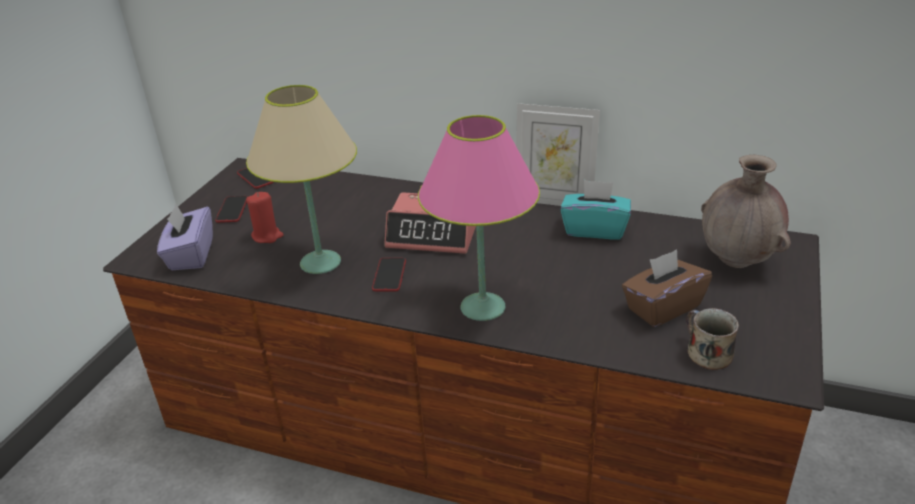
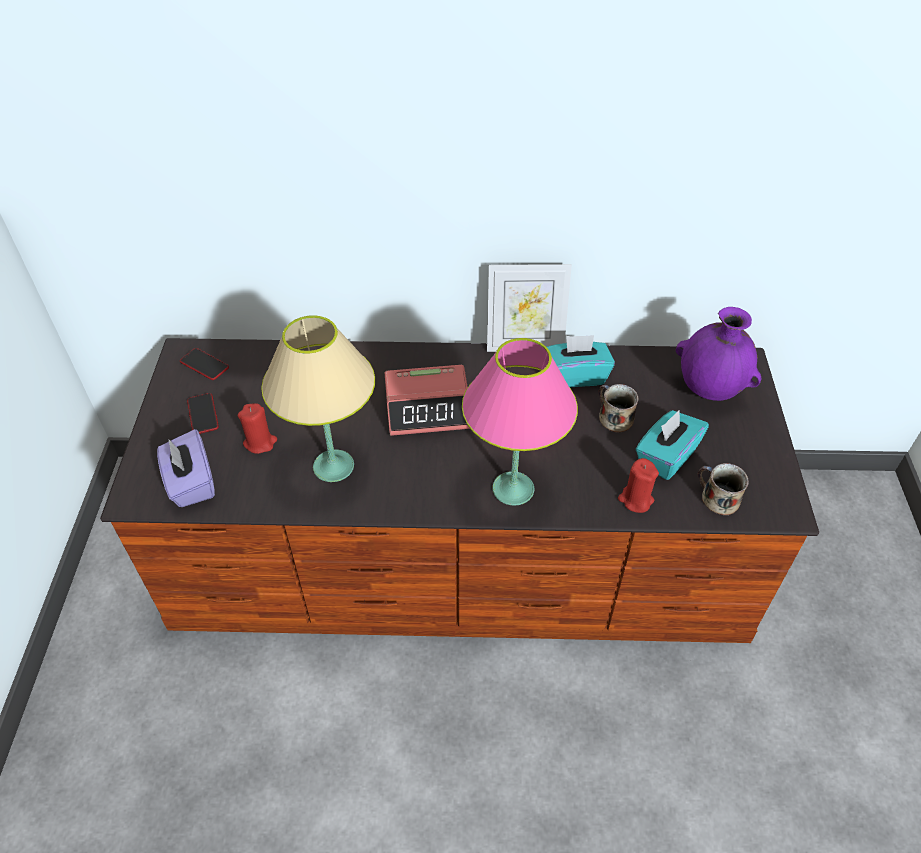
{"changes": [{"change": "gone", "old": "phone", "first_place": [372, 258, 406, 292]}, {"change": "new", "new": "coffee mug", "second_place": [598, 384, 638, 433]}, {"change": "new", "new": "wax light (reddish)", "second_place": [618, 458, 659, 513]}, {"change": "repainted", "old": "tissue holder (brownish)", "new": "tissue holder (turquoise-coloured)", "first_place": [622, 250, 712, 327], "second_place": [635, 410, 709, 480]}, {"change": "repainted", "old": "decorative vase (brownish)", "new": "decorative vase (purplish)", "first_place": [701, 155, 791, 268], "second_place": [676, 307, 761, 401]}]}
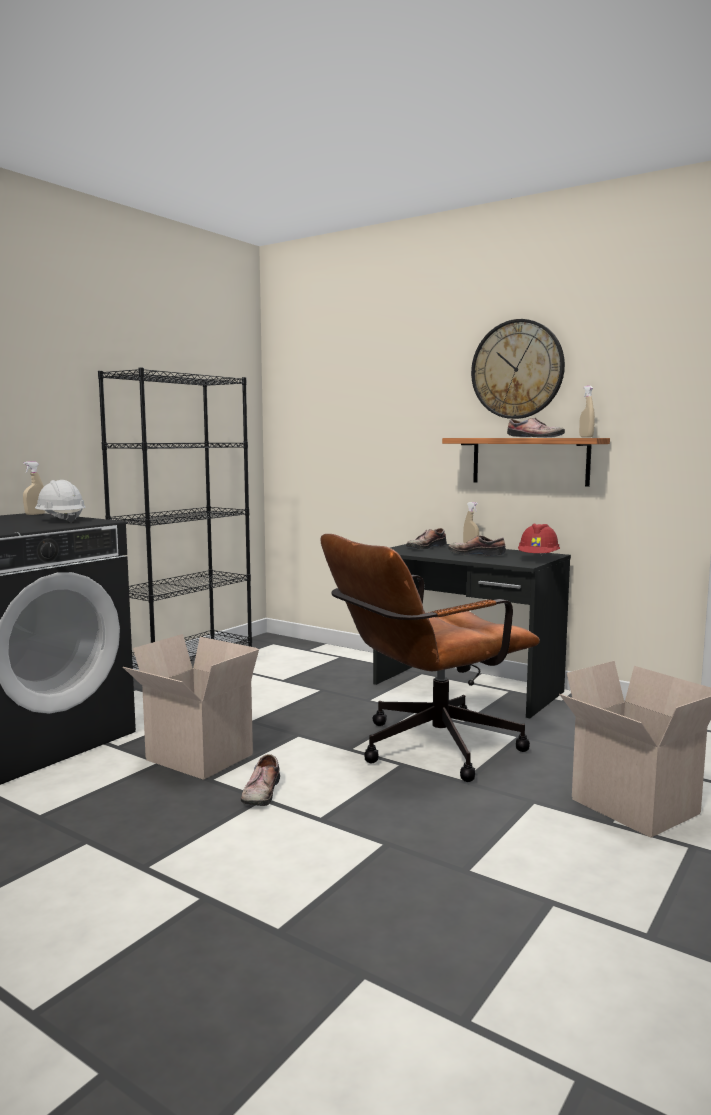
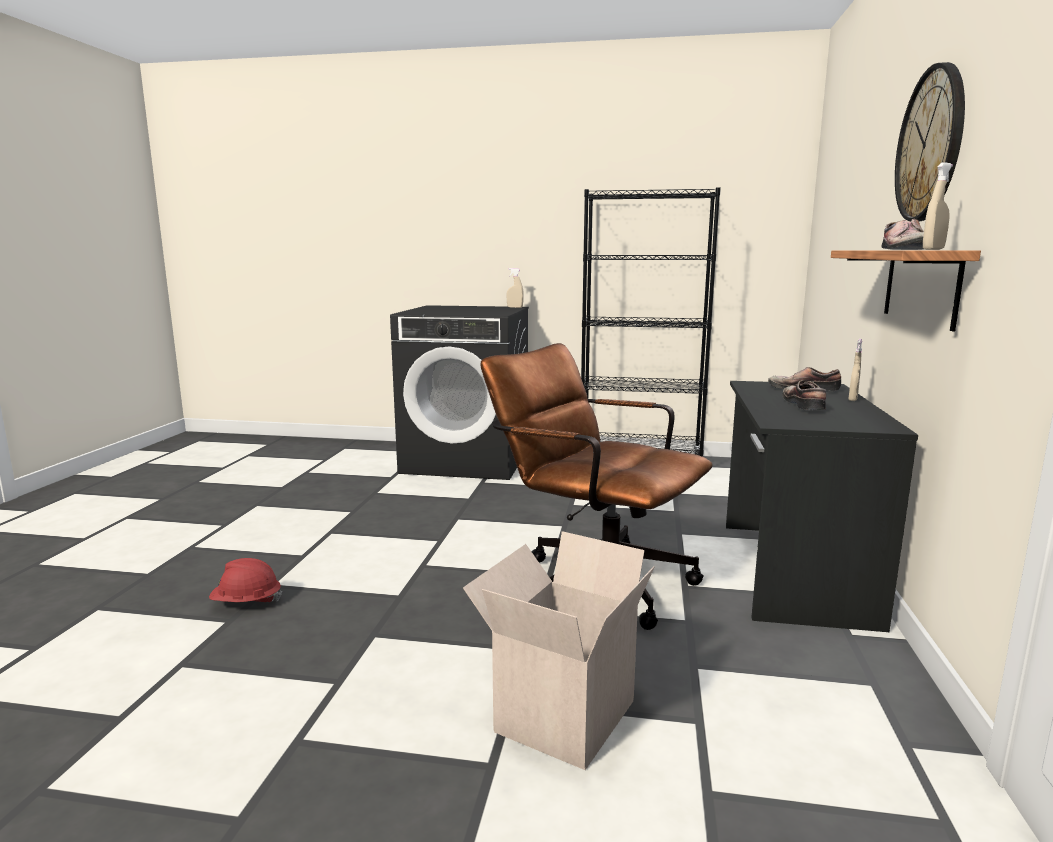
{"changes": [{"change": "gone", "old": "work helmet (whitish)", "first_place": [35, 480, 86, 523]}, {"change": "gone", "old": "cardboard box", "first_place": [123, 634, 259, 780]}, {"change": "gone", "old": "low shoe", "first_place": [241, 754, 280, 806]}, {"change": "shifted", "old": "work helmet (reddish)", "first_place": [518, 523, 560, 556], "second_place": [209, 558, 282, 602]}]}
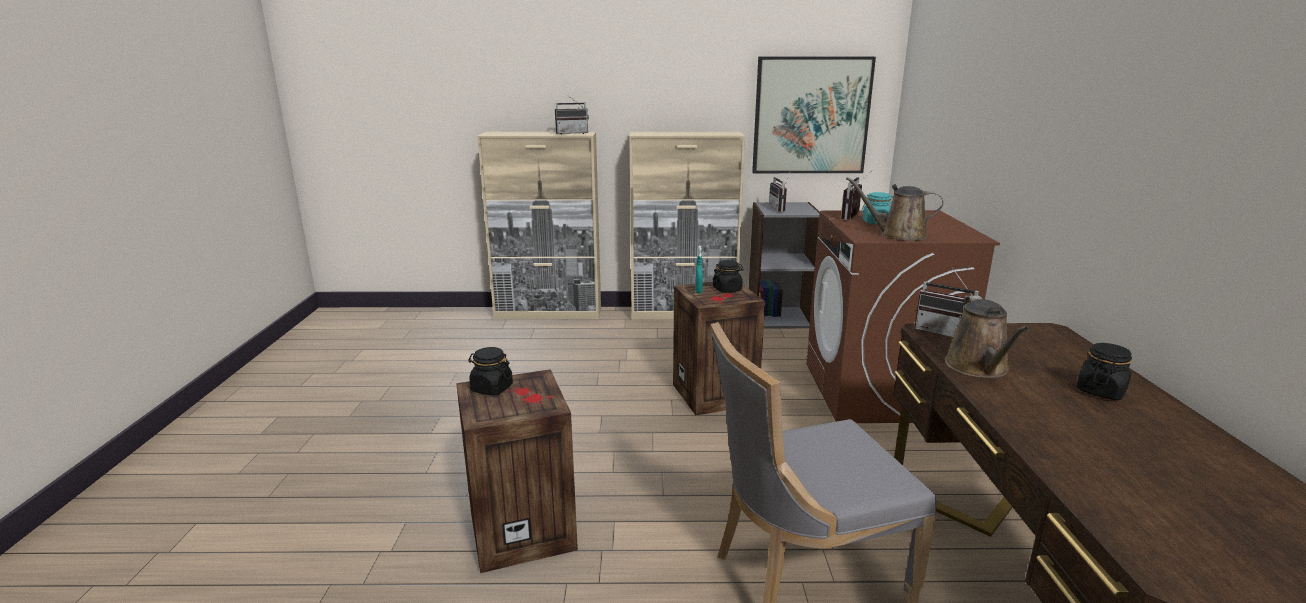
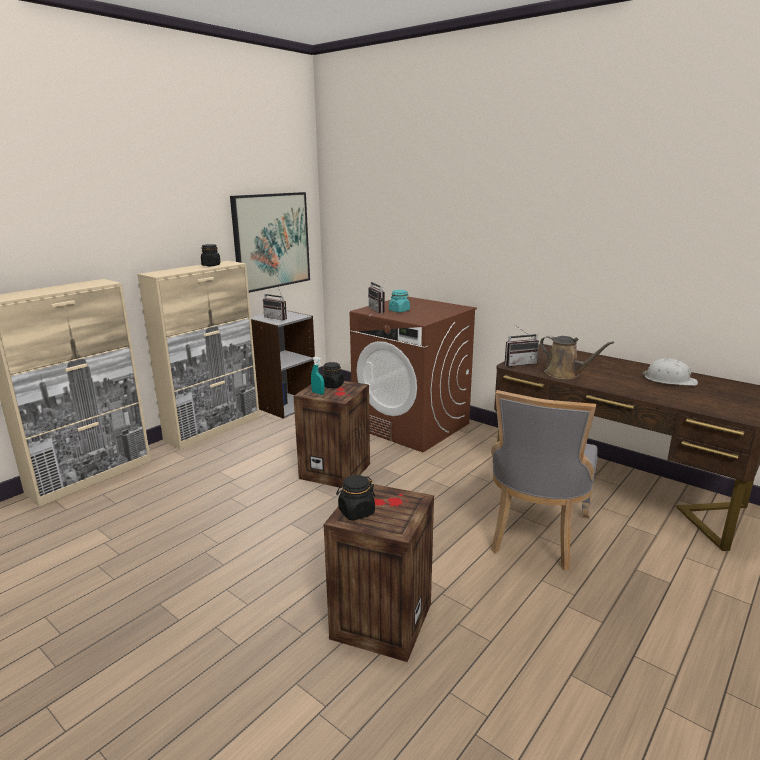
{"changes": [{"change": "gone", "old": "radio set", "first_place": [555, 94, 589, 135]}, {"change": "gone", "old": "watering can (brownish)", "first_place": [846, 177, 944, 241]}, {"change": "new", "new": "work helmet (whitish)", "second_place": [642, 358, 698, 386]}, {"change": "shifted", "old": "storage jar (blackish)", "first_place": [1076, 343, 1132, 400], "second_place": [201, 244, 221, 266]}]}
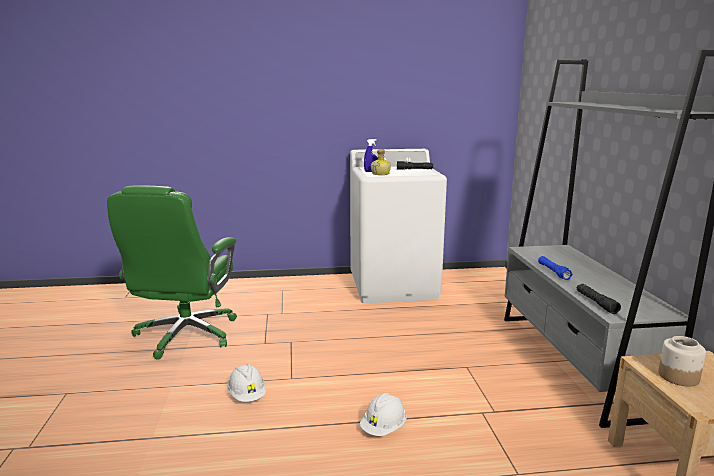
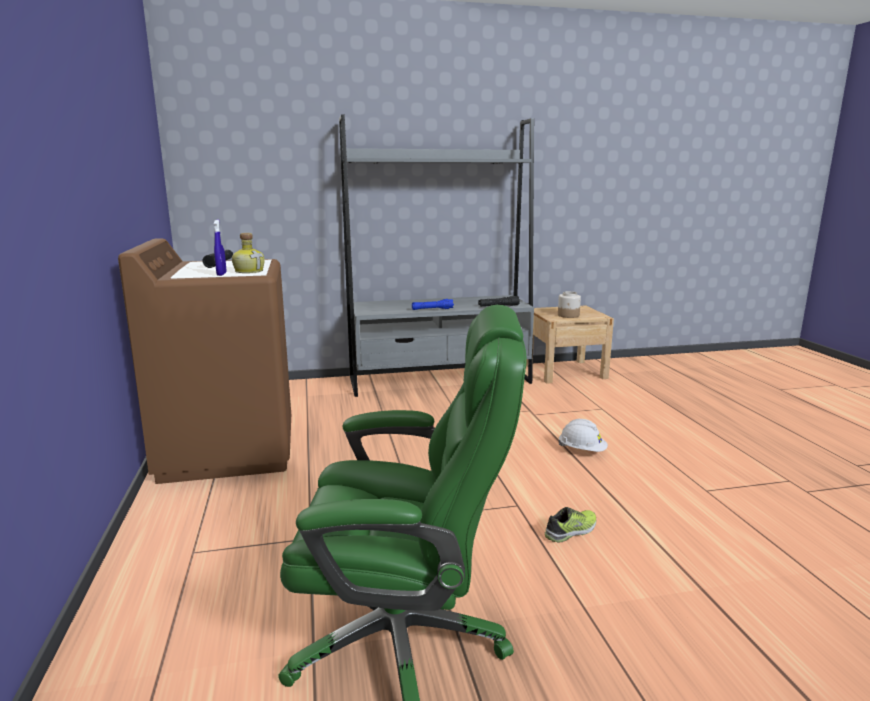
{"changes": [{"change": "swapped", "old": "work helmet (whitish)", "new": "low shoe", "first_place": [227, 364, 266, 402], "second_place": [545, 507, 597, 543]}, {"change": "repainted", "old": "laundry machine (whitish)", "new": "laundry machine (brownish)", "first_place": [350, 149, 447, 303], "second_place": [118, 238, 291, 484]}]}
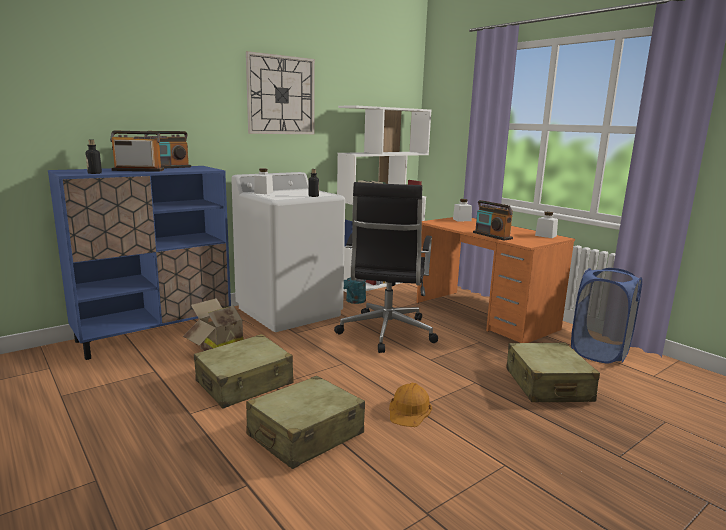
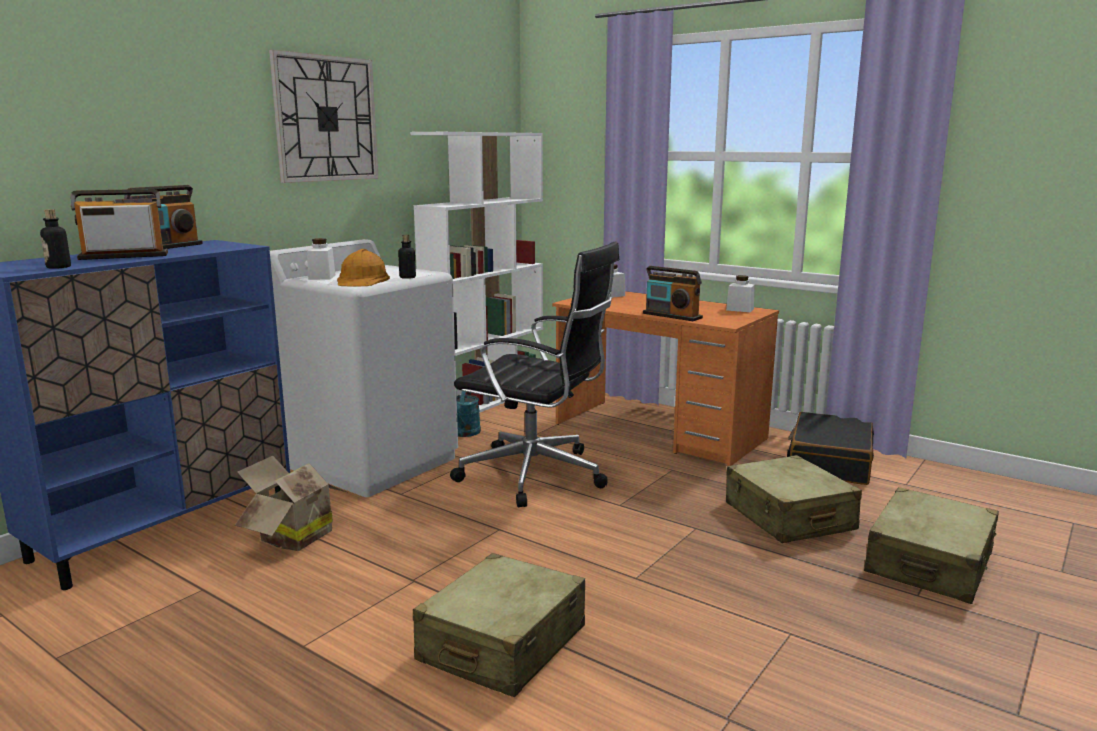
{"changes": [{"change": "shifted", "old": "travel case (sand-coloured)", "first_place": [194, 334, 294, 408], "second_place": [864, 487, 999, 604]}, {"change": "shifted", "old": "work helmet (orange-coloured)", "first_place": [389, 382, 432, 427], "second_place": [337, 249, 390, 287]}, {"change": "swapped", "old": "washing basket (bluish)", "new": "travel case (blackish)", "first_place": [571, 268, 642, 364], "second_place": [787, 412, 874, 485]}, {"change": "rotated", "old": "computer chair (blackish)", "first_place": [334, 182, 438, 353], "second_place": [450, 241, 619, 507], "degrees": -60}]}
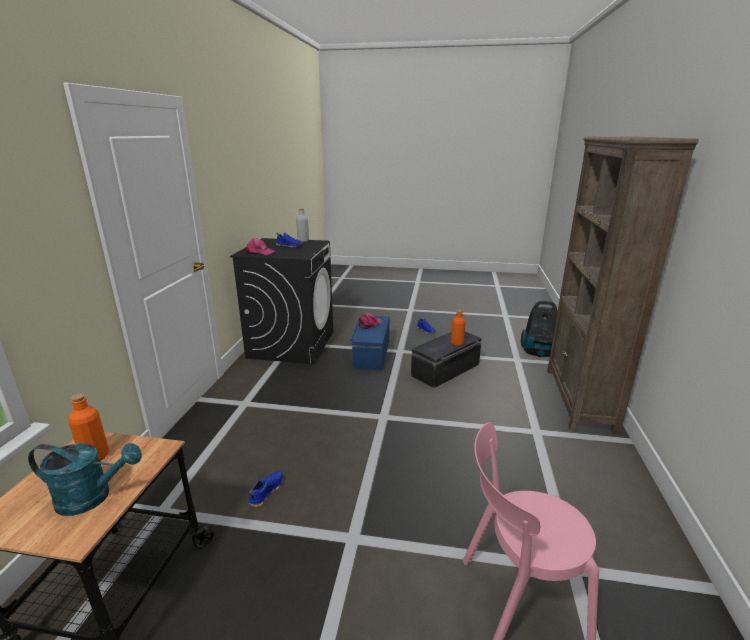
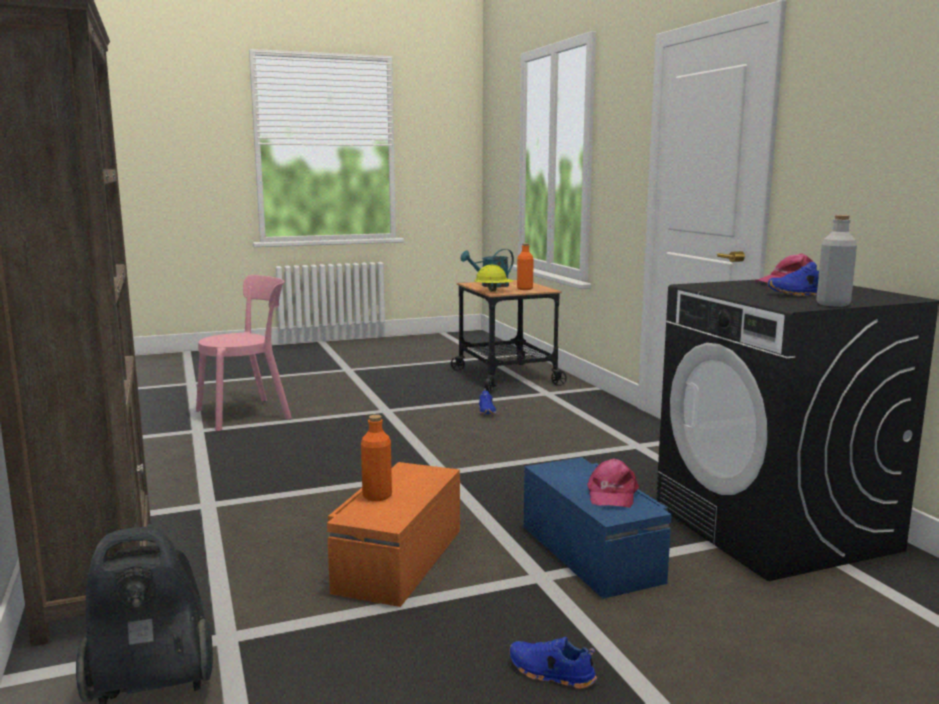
{"changes": [{"change": "new", "new": "work helmet (yellow)", "second_place": [474, 265, 514, 292]}, {"change": "repainted", "old": "storage box (blackish)", "new": "storage box (orange-coloured)", "first_place": [411, 332, 482, 388], "second_place": [327, 462, 460, 607]}]}
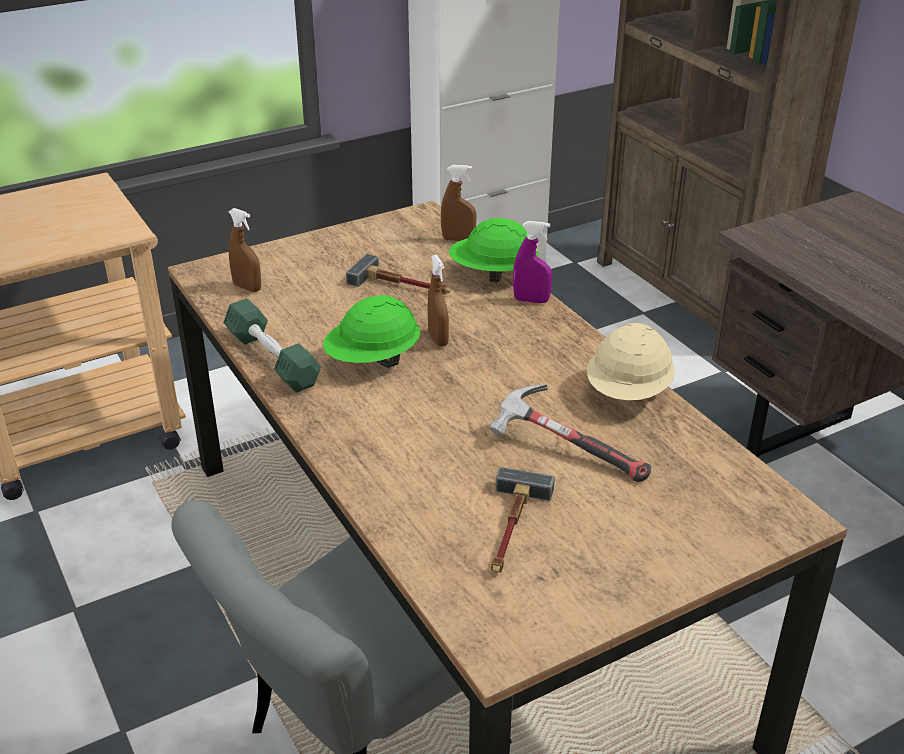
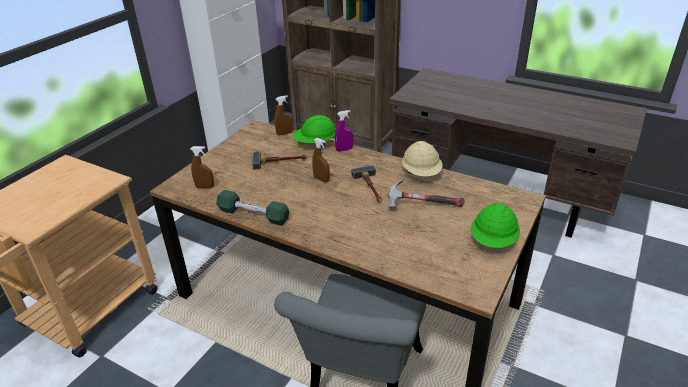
{"changes": [{"change": "shifted", "old": "work helmet (green)", "first_place": [323, 295, 420, 368], "second_place": [471, 203, 520, 248]}, {"change": "shifted", "old": "hand hammer", "first_place": [491, 467, 555, 574], "second_place": [351, 165, 382, 202]}]}
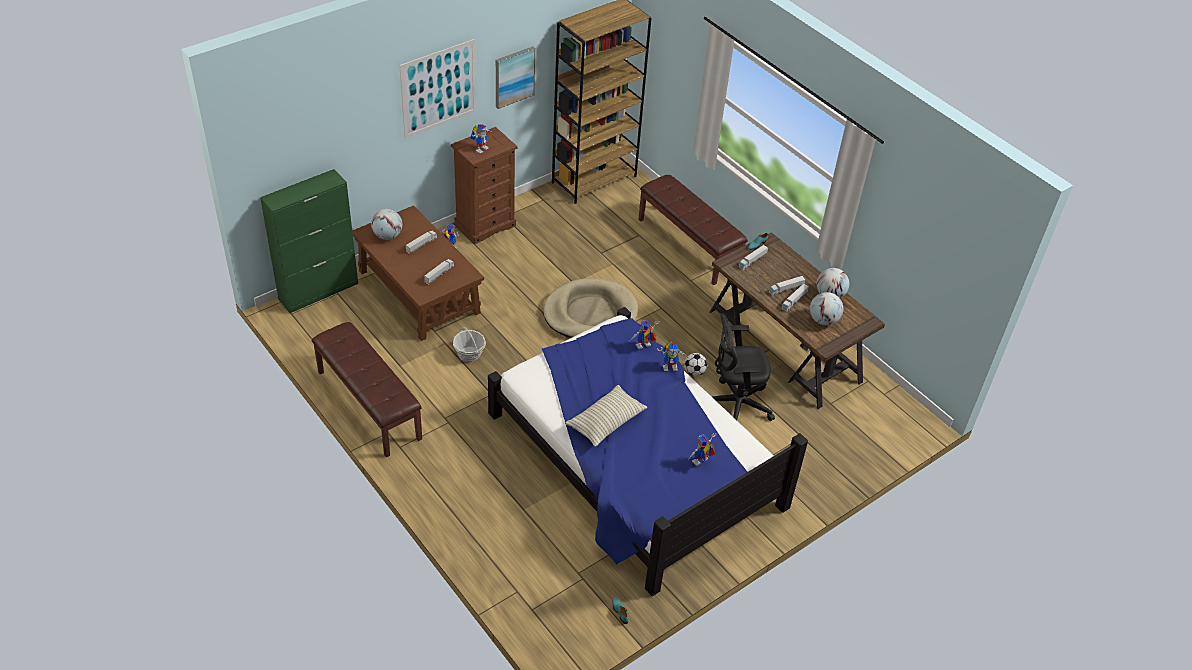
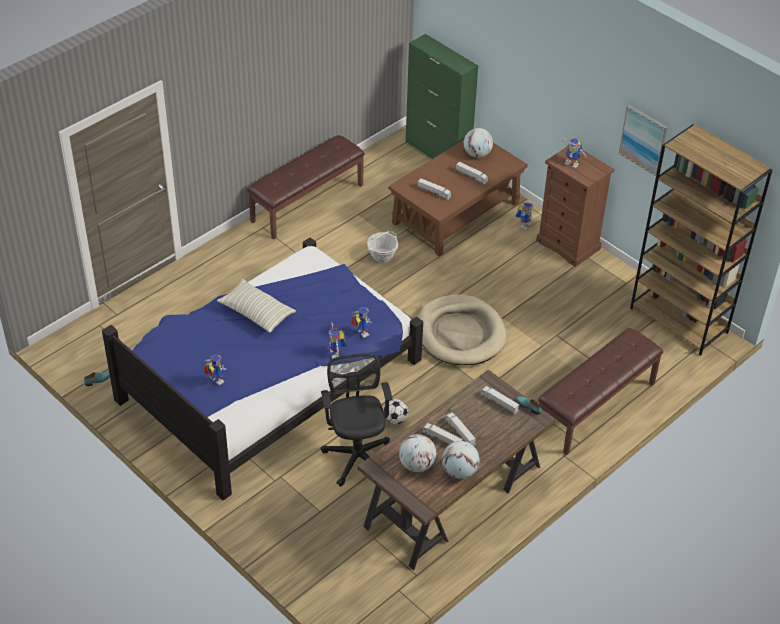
{"changes": [{"change": "gone", "old": "wall art", "first_place": [399, 39, 476, 138]}]}
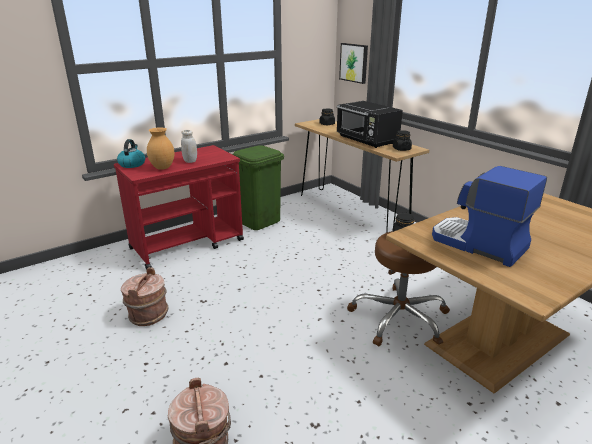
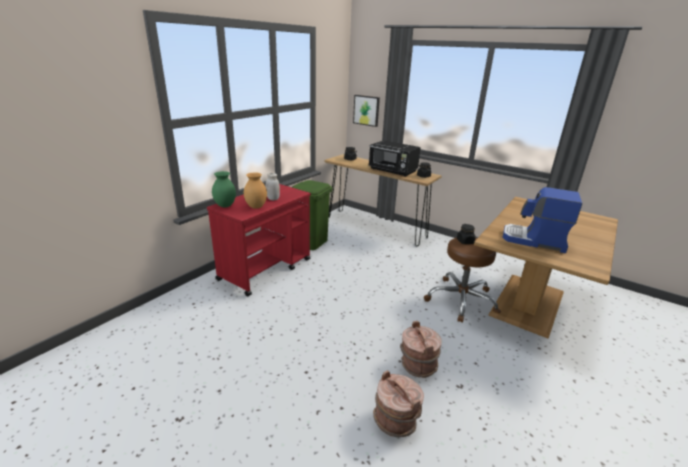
{"changes": [{"change": "shifted", "old": "bucket (brownish)", "first_place": [121, 267, 168, 326], "second_place": [400, 321, 442, 378]}, {"change": "swapped", "old": "tea kettle", "new": "decorative vase (green)", "first_place": [117, 139, 145, 168], "second_place": [212, 171, 236, 207]}]}
